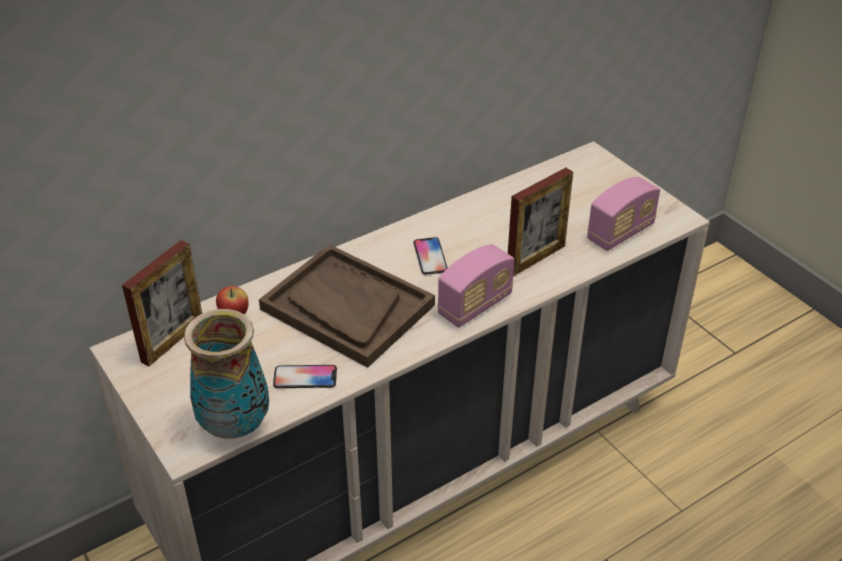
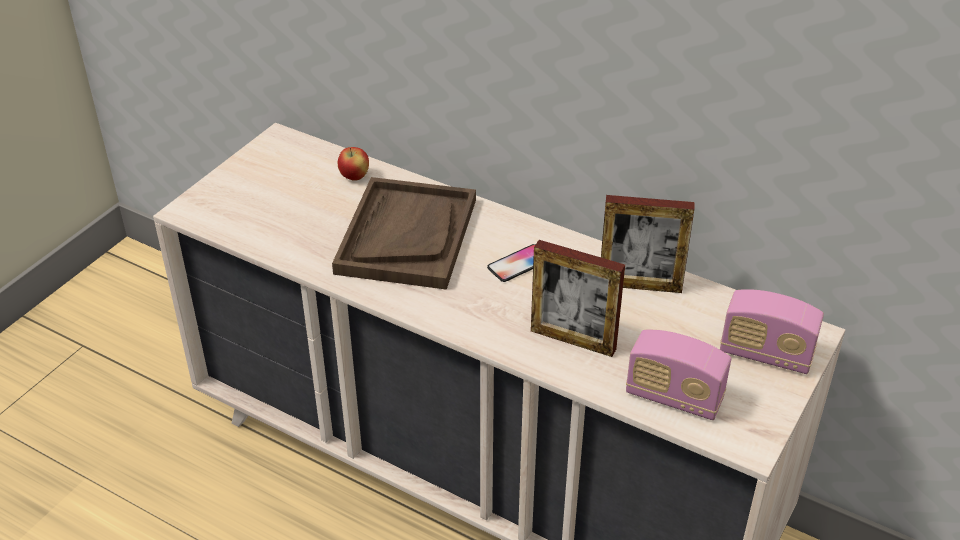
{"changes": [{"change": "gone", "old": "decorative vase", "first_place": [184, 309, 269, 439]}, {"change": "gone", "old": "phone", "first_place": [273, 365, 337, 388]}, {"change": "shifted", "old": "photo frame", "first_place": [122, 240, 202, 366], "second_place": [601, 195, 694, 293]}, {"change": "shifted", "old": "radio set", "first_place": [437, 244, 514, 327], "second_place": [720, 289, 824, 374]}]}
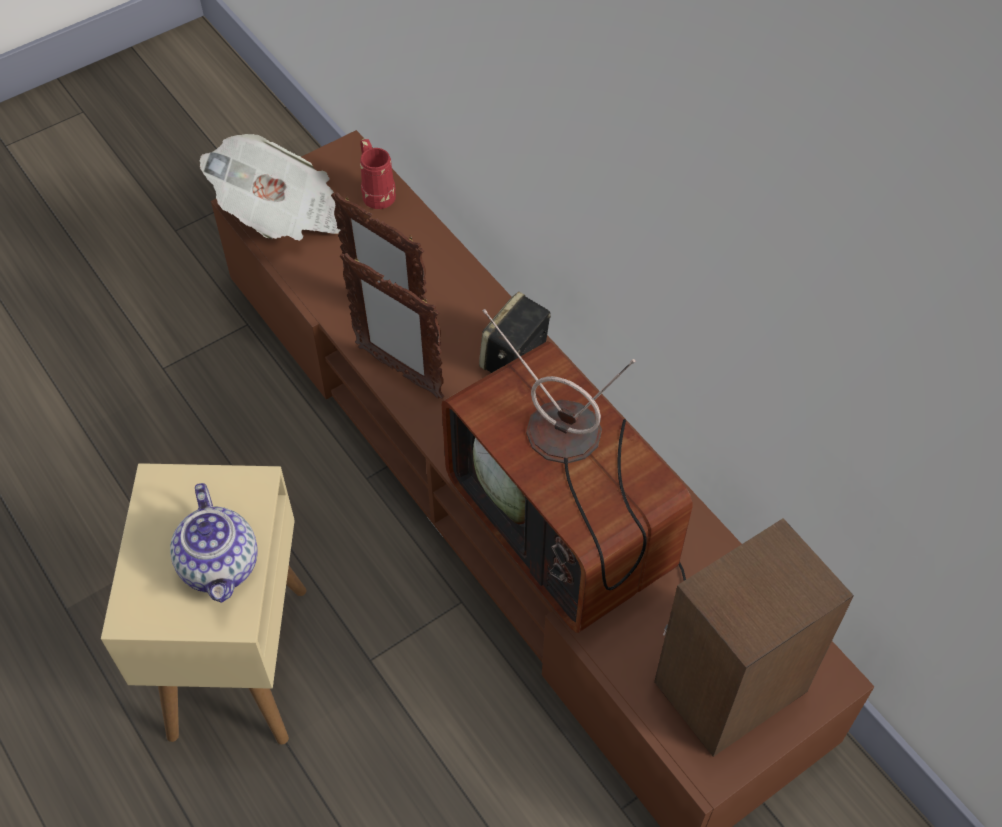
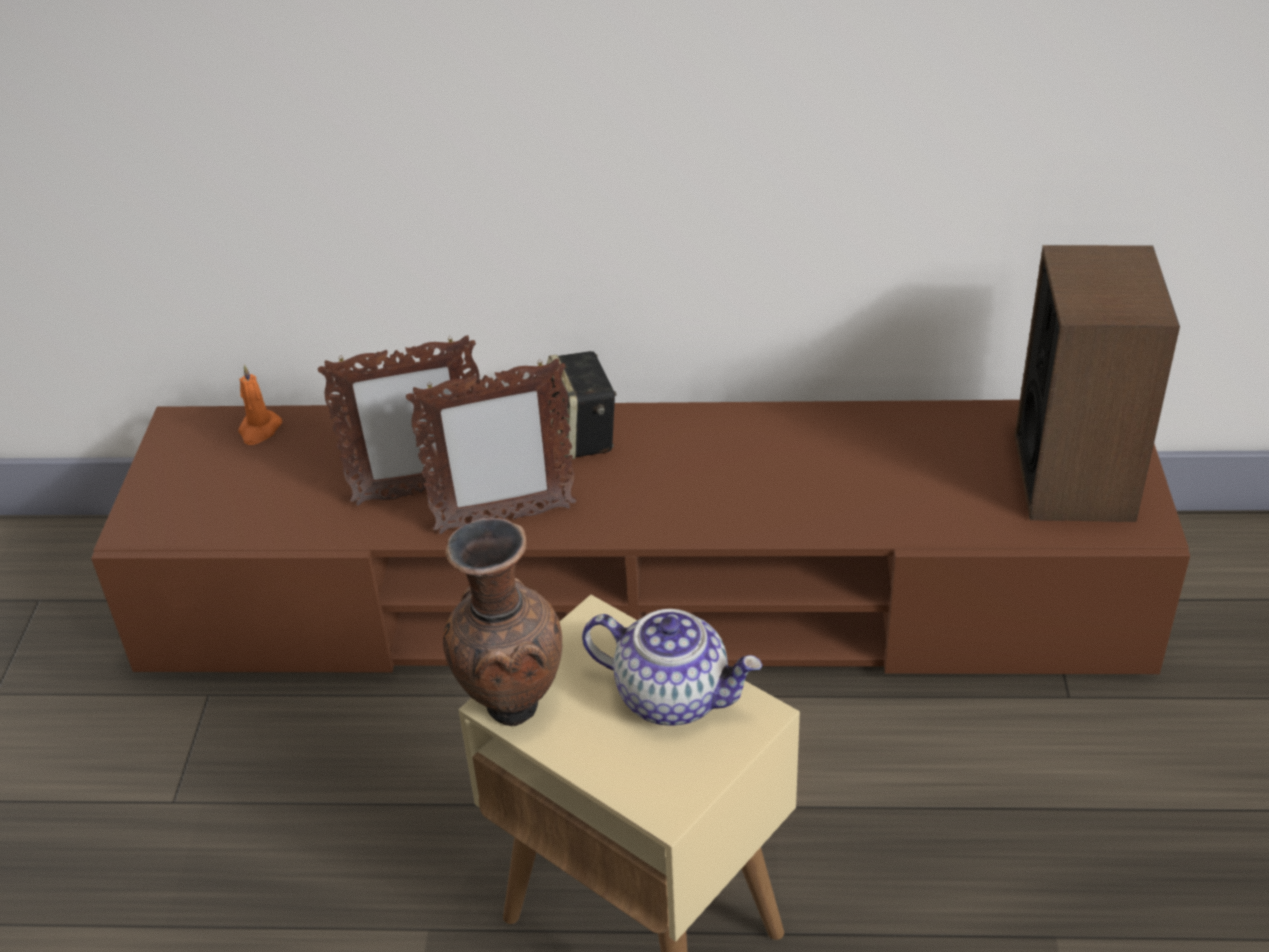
{"changes": [{"change": "gone", "old": "newspaper", "first_place": [200, 134, 341, 241]}, {"change": "gone", "old": "TV set", "first_place": [442, 309, 693, 636]}, {"change": "new", "new": "decorative vase (brownish)", "second_place": [443, 518, 562, 726]}, {"change": "swapped", "old": "coffee mug (reddish)", "new": "wax light (orange-coloured)", "first_place": [360, 138, 396, 209], "second_place": [238, 365, 282, 445]}]}
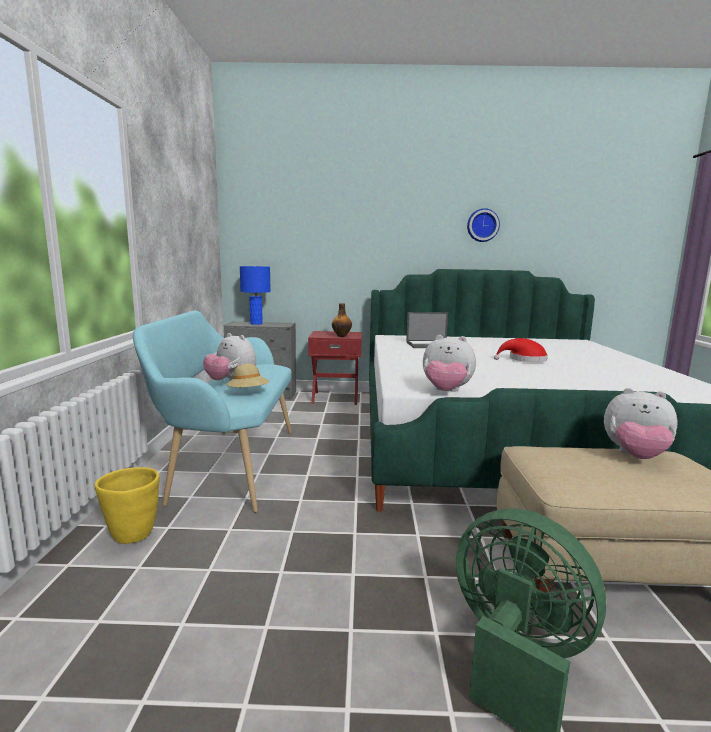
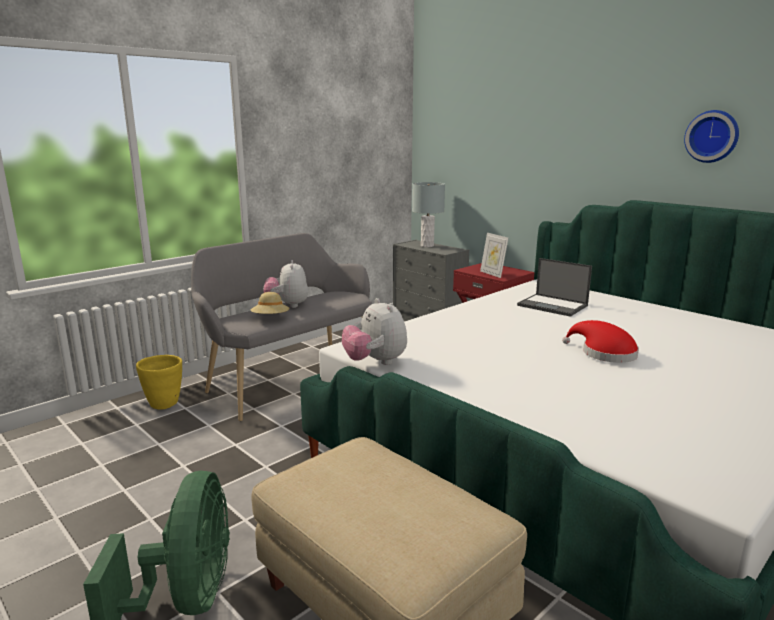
{"changes": [{"change": "gone", "old": "soft toy", "first_place": [604, 388, 678, 459]}, {"change": "swapped", "old": "bottle", "new": "photo frame", "first_place": [332, 303, 352, 337], "second_place": [480, 233, 508, 278]}, {"change": "repainted", "old": "bench (turquoise-coloured)", "new": "bench (gray)", "first_place": [133, 311, 292, 513], "second_place": [191, 233, 372, 421]}, {"change": "repainted", "old": "table lamp (bluish)", "new": "table lamp (gray)", "first_place": [240, 266, 271, 325], "second_place": [412, 182, 445, 247]}]}
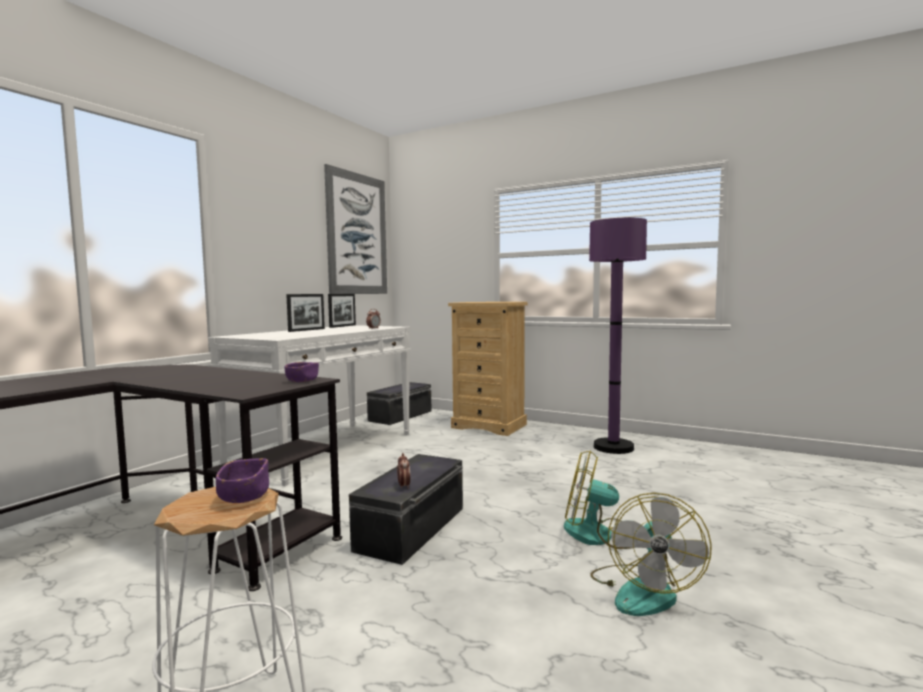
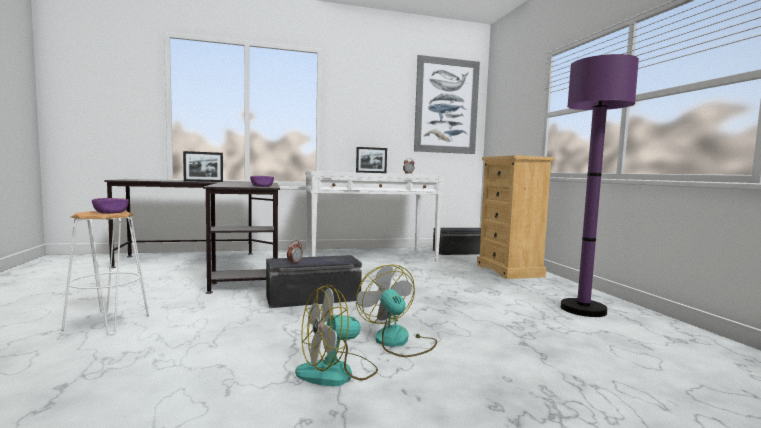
{"changes": [{"change": "shifted", "old": "photo frame", "first_place": [328, 294, 356, 328], "second_place": [183, 151, 223, 182]}]}
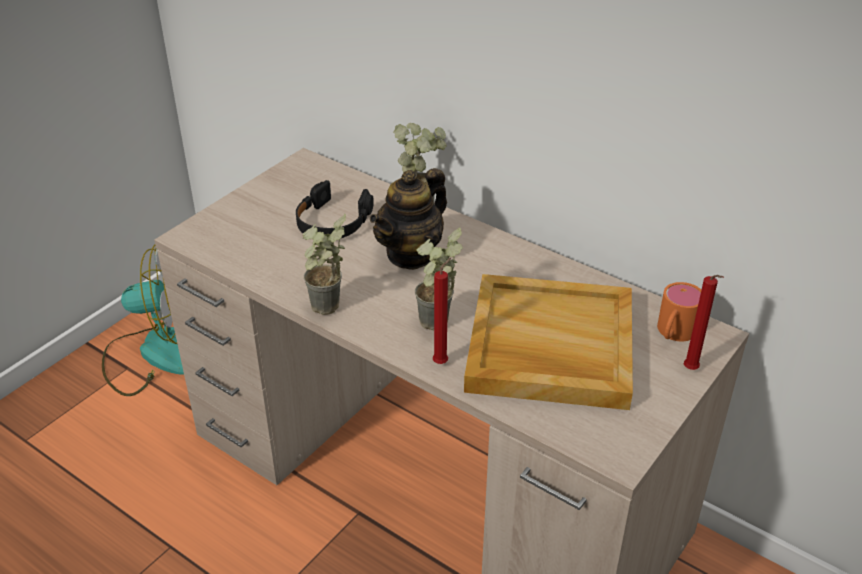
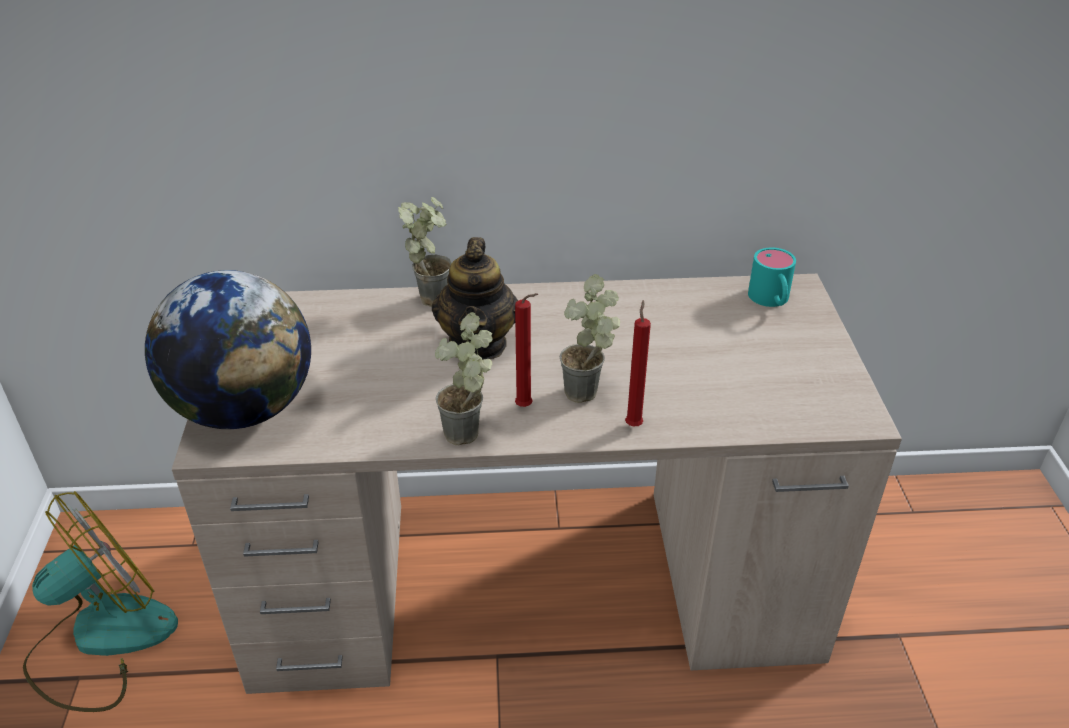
{"changes": [{"change": "gone", "old": "headphones (blackish)", "first_place": [296, 180, 374, 238]}, {"change": "gone", "old": "serving tray (sand-coloured)", "first_place": [464, 274, 633, 410]}, {"change": "new", "new": "desk globe", "second_place": [145, 270, 311, 429]}, {"change": "shifted", "old": "wax light (reddish)", "first_place": [684, 275, 724, 370], "second_place": [515, 293, 538, 407]}, {"change": "repainted", "old": "coffee mug (orange-coloured)", "new": "coffee mug (turquoise-coloured)", "first_place": [657, 282, 701, 342], "second_place": [748, 247, 796, 307]}]}
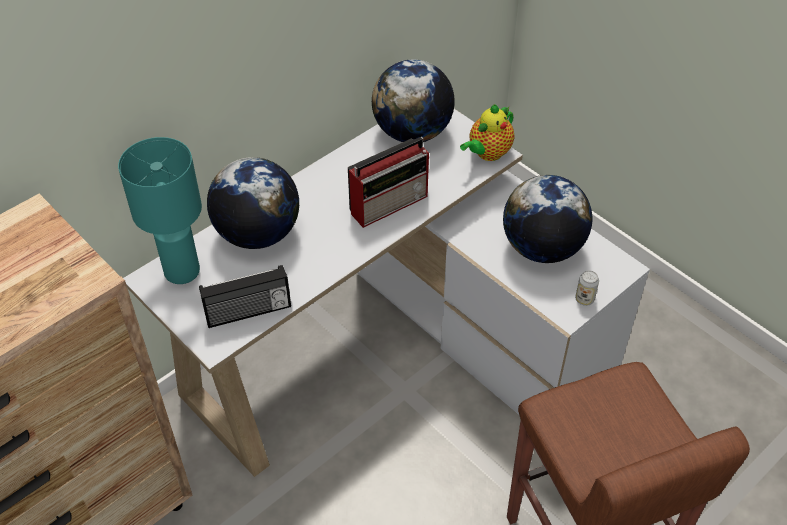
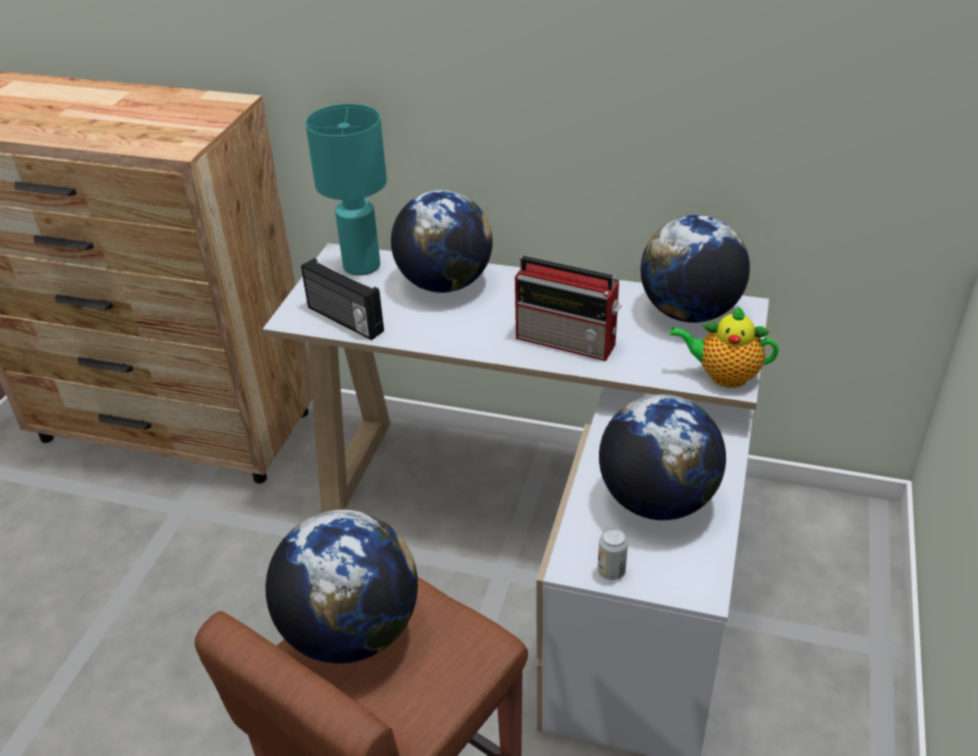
{"changes": [{"change": "new", "new": "desk globe", "second_place": [266, 510, 418, 664]}]}
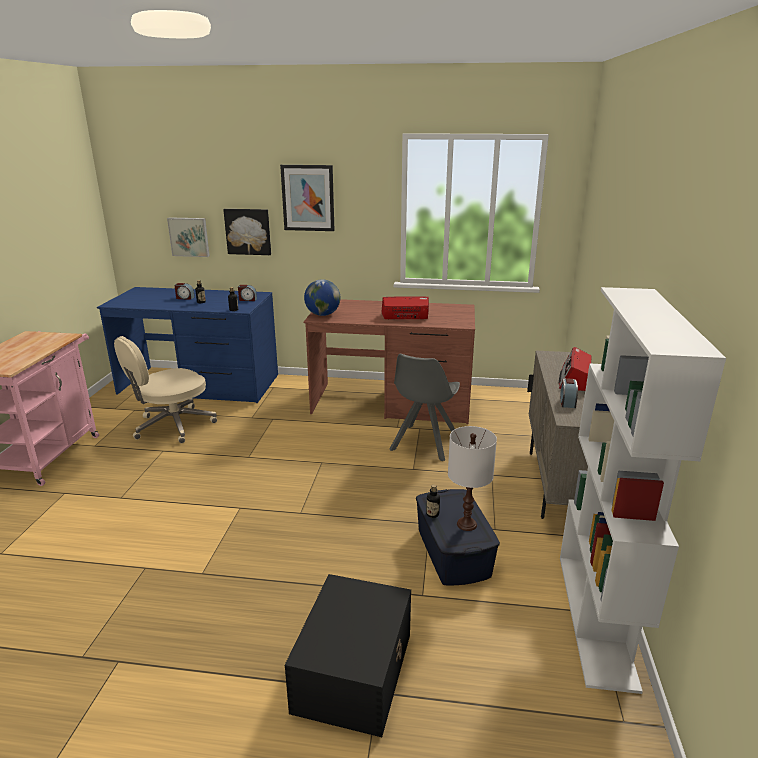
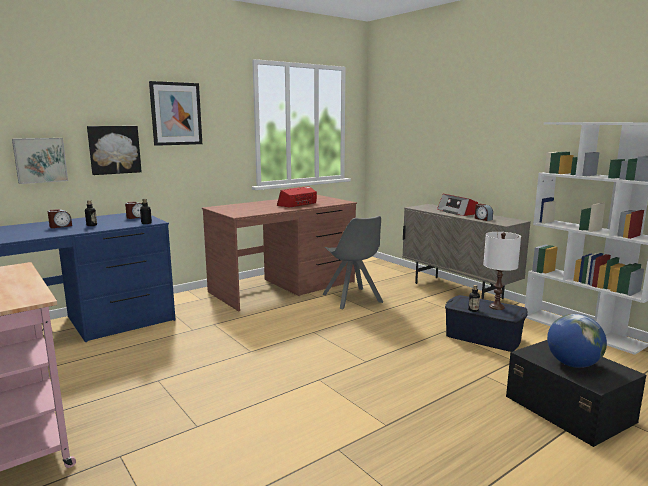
{"changes": [{"change": "gone", "old": "computer chair (sand-coloured)", "first_place": [114, 336, 217, 443]}, {"change": "shifted", "old": "desk globe", "first_place": [304, 279, 340, 316], "second_place": [547, 314, 607, 368]}]}
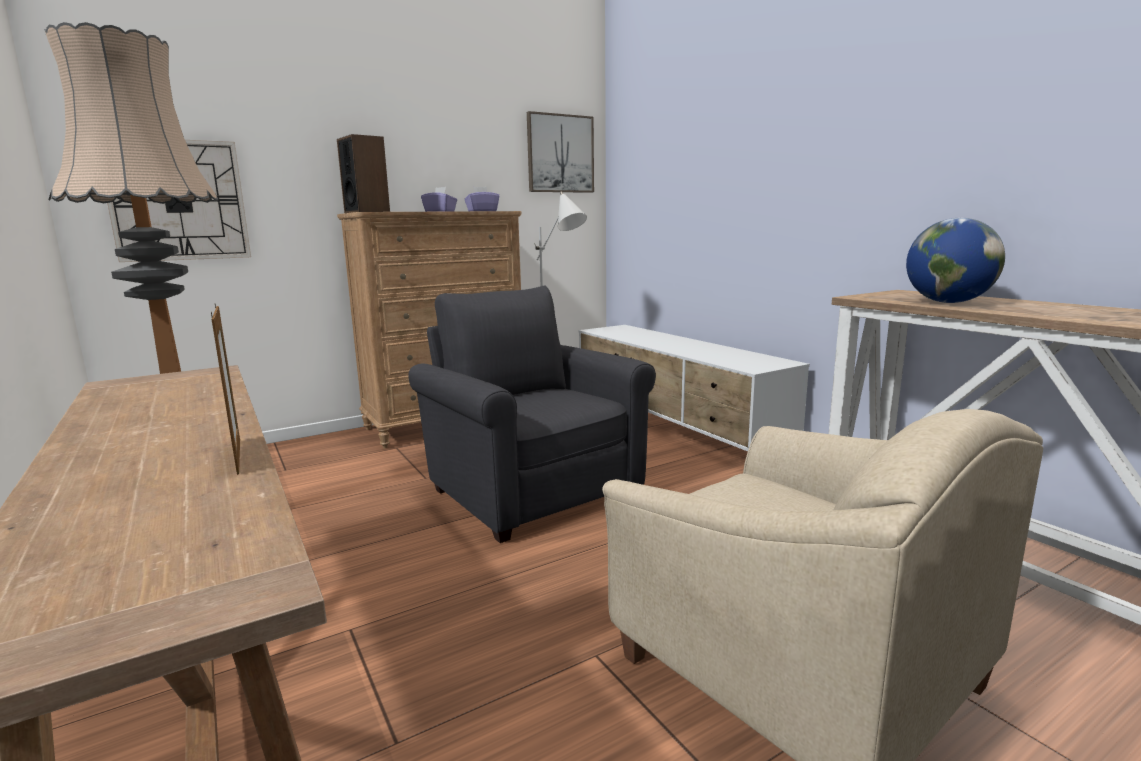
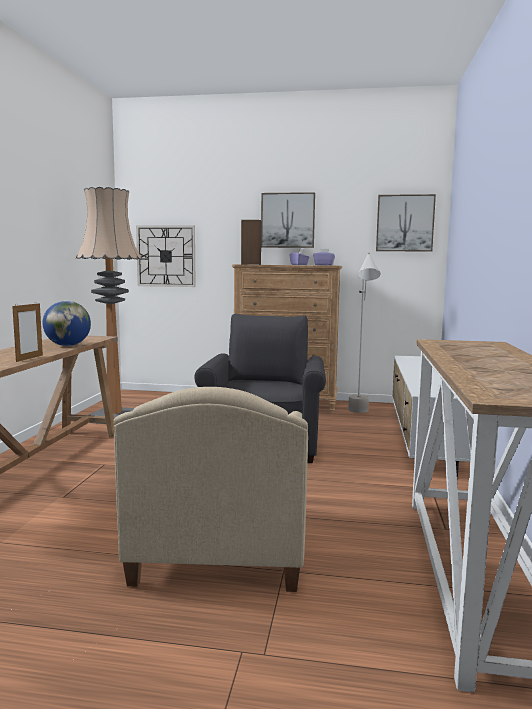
{"changes": [{"change": "new", "new": "wall art", "second_place": [261, 192, 315, 248]}, {"change": "shifted", "old": "desk globe", "first_place": [906, 218, 1005, 303], "second_place": [42, 301, 91, 346]}]}
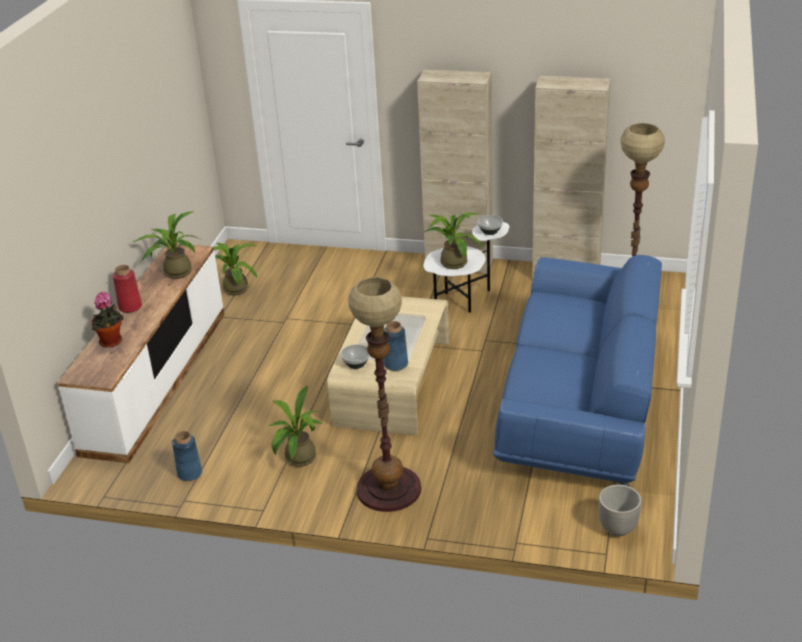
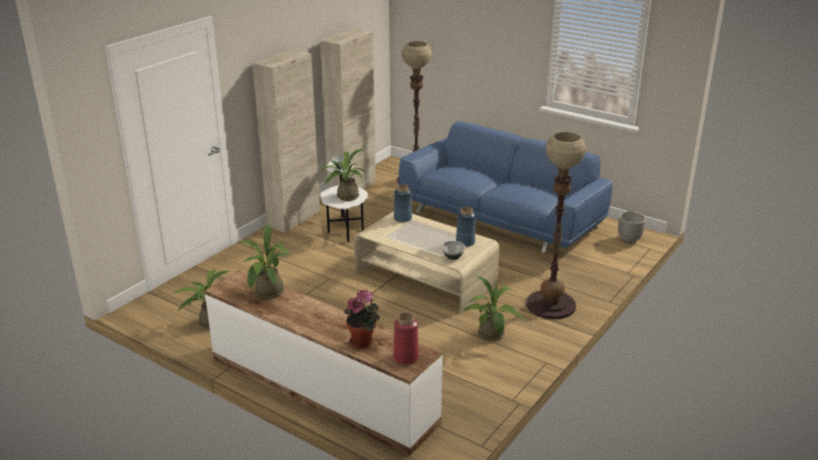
{"changes": [{"change": "shifted", "old": "decorative vase (reddish)", "first_place": [113, 265, 142, 313], "second_place": [393, 312, 419, 365]}, {"change": "shifted", "old": "decorative vase (bluish)", "first_place": [172, 431, 202, 481], "second_place": [394, 184, 412, 222]}]}
